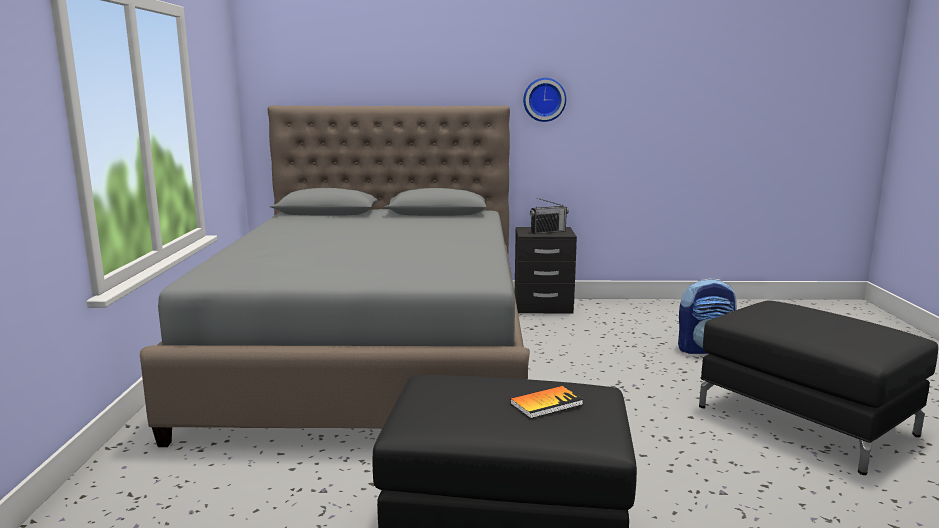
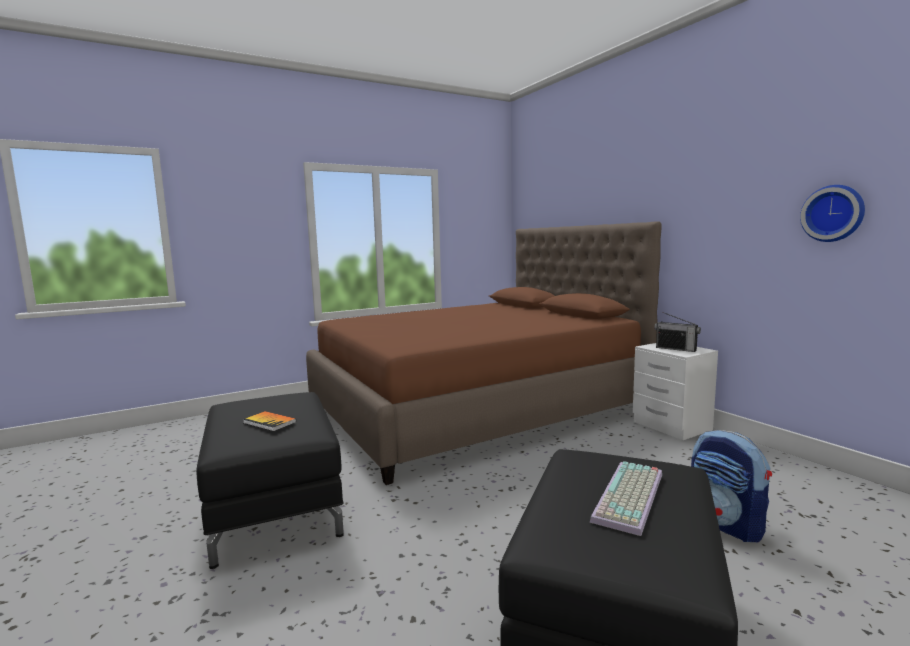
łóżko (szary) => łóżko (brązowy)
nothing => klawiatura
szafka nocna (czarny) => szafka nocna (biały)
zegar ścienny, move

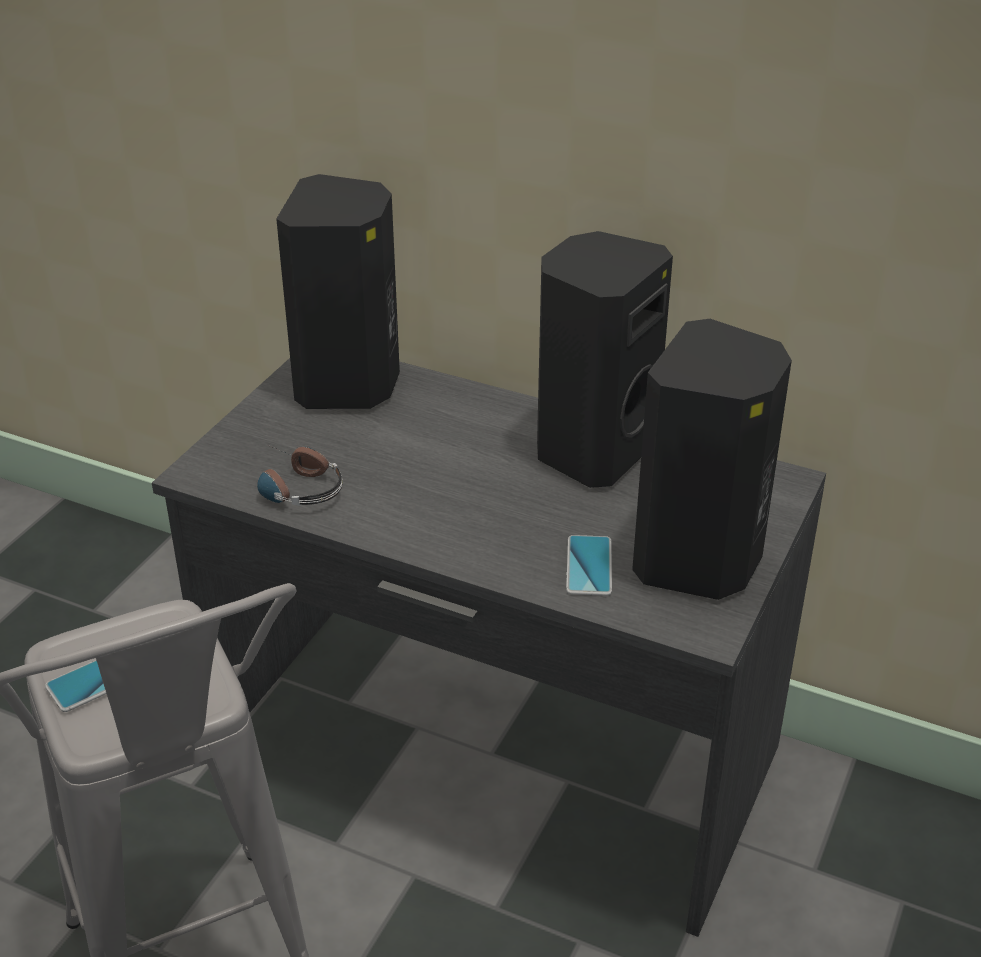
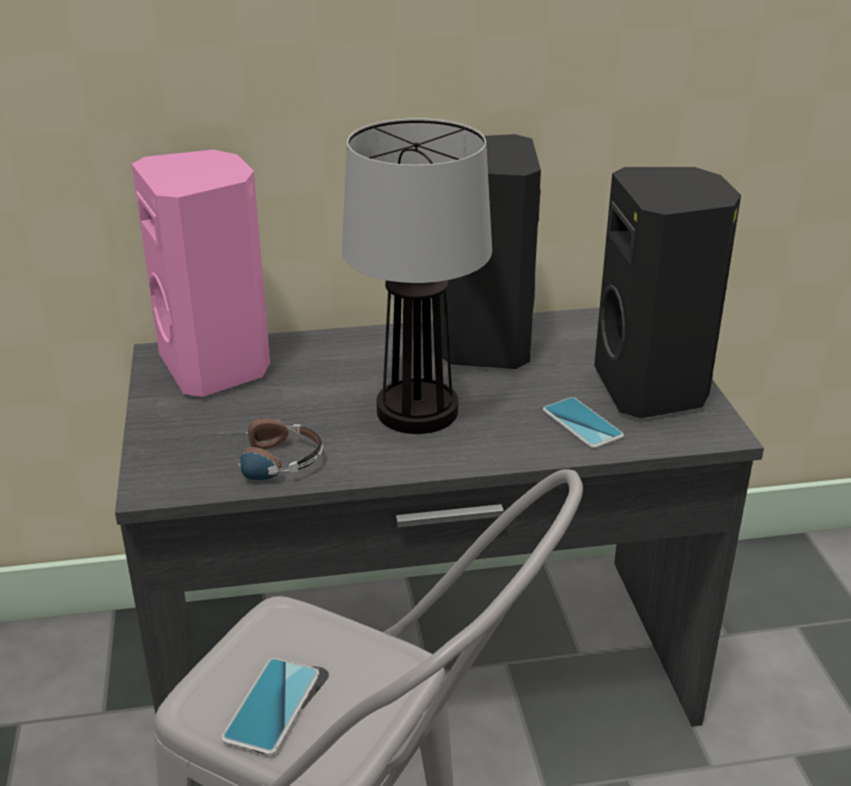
głośnik (czarny) (1st from left) => głośnik (różowy)
nothing => lampa stołowa

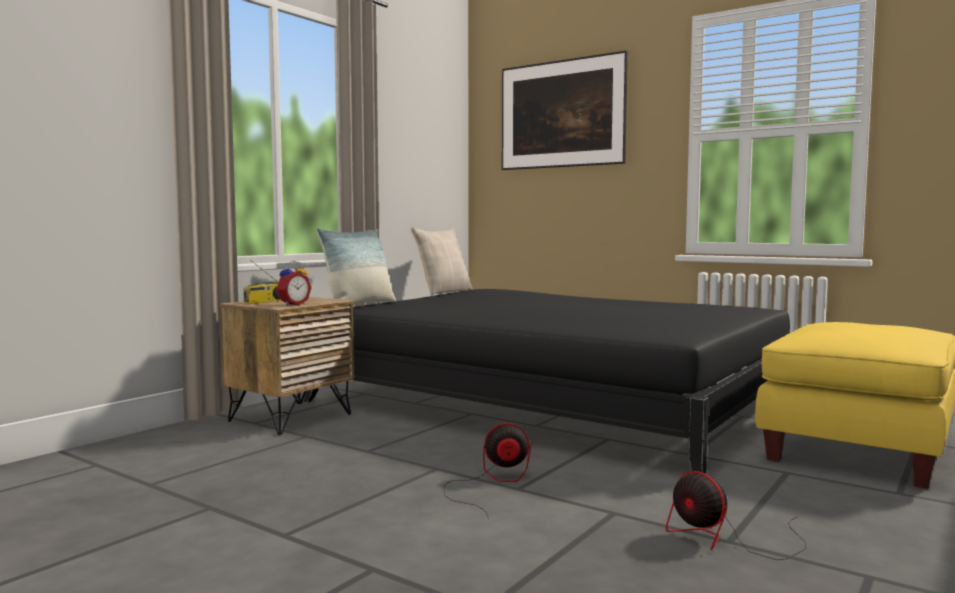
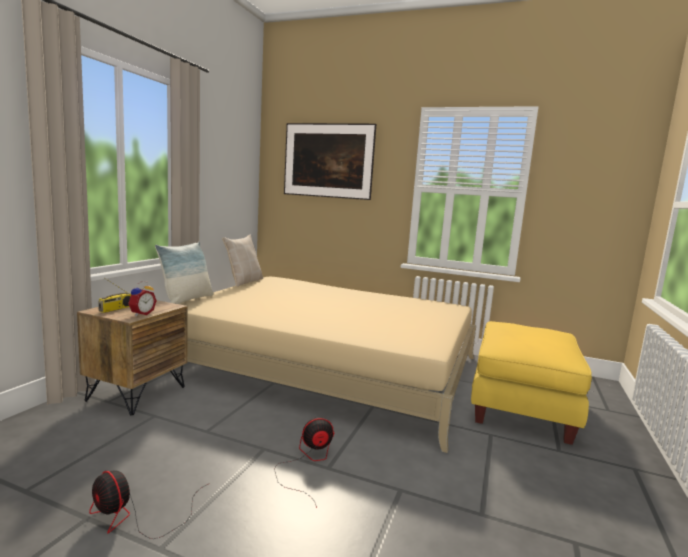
wentylator (2nd from left in the first image) => wentylator (1st from left), move
łóżko (czarny) => łóżko (beżowy)

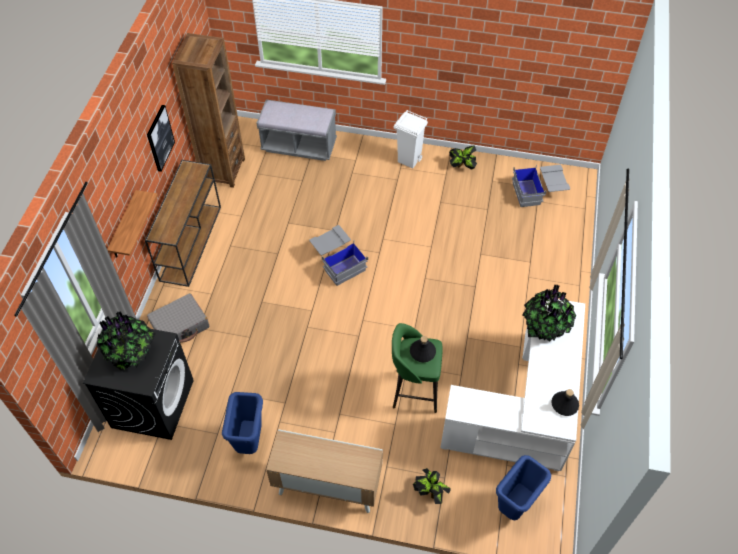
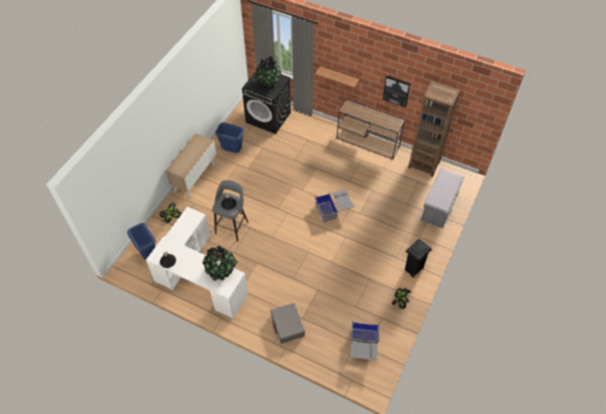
stołek (zielony) => stołek (szary)
walizka (szary), move
kosz na śmieci (biały) => kosz na śmieci (czarny)

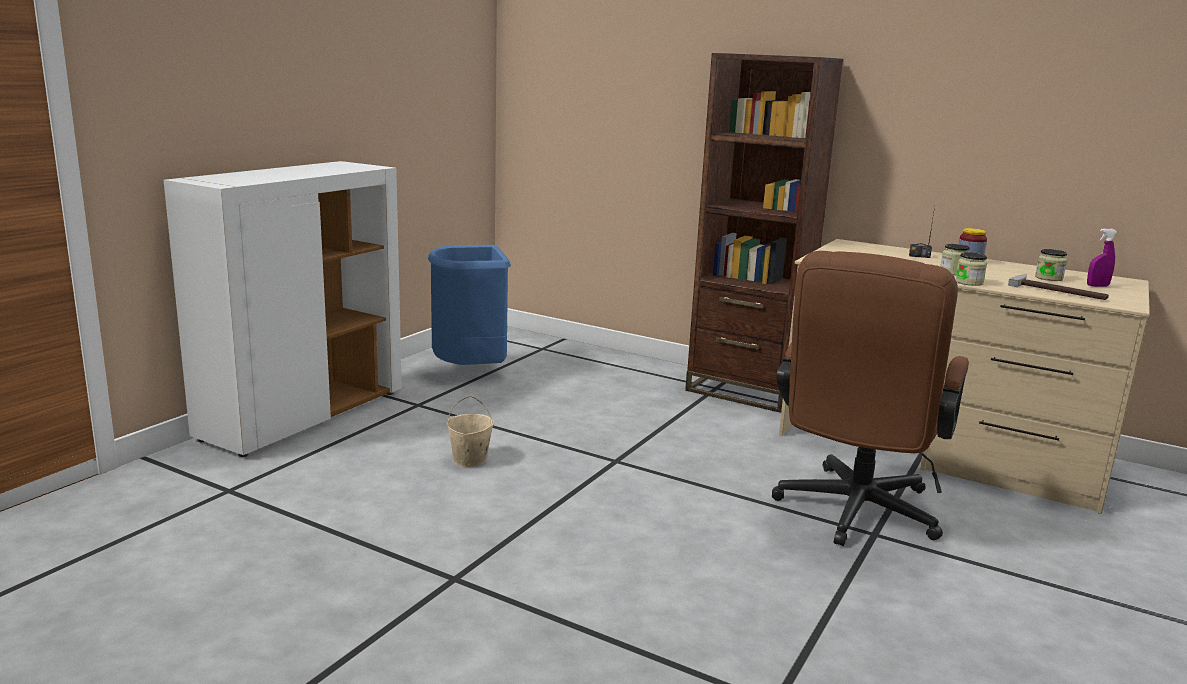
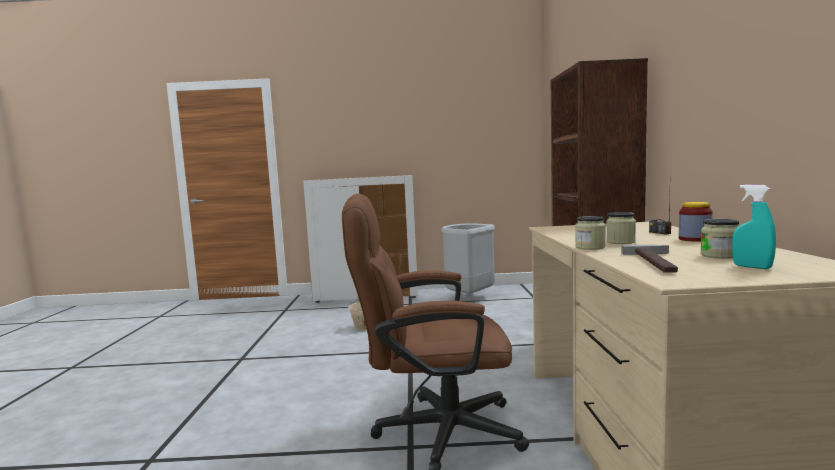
kosz na śmieci (niebieski) => kosz na śmieci (szary)
spryskiwacz (fioletowy) => spryskiwacz (turkusowy)

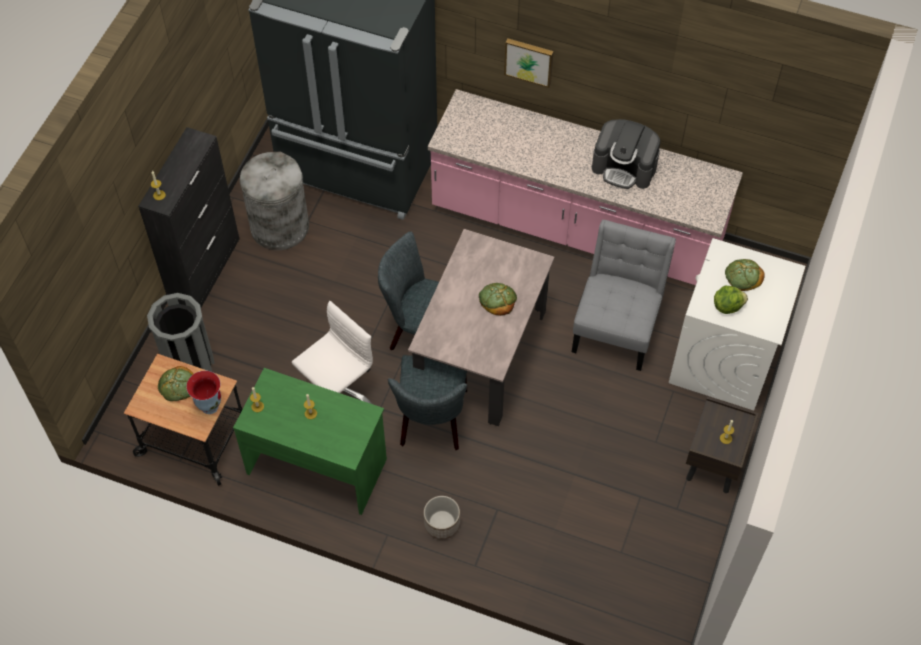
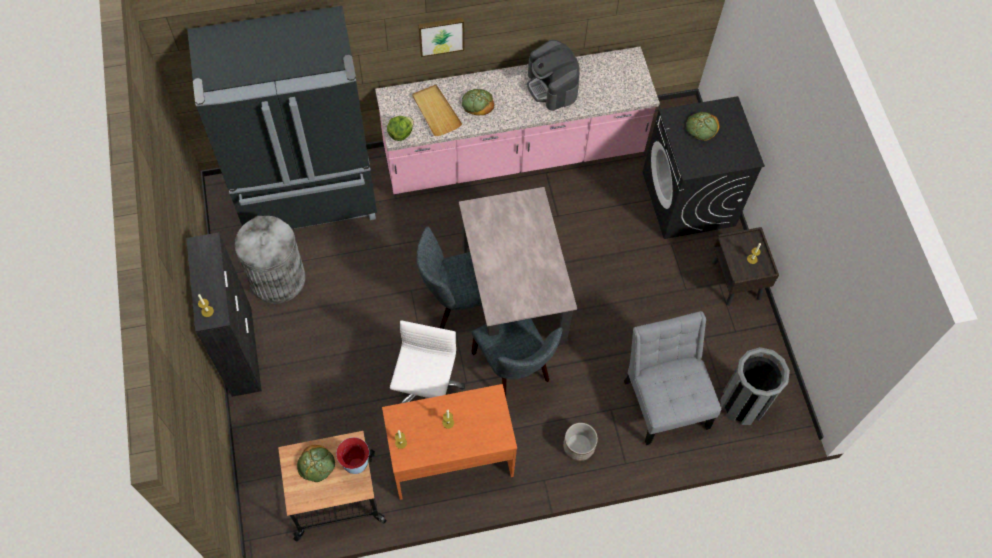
biurko (zielony) => biurko (pomarańczowy)
sałata, move
nothing => taca (beżowy)
chleb (2nd from left), move
ekspres do kawy, 75 degrees clockwise
krzesło (szary) (3rd from left), move
pralka (biały) => pralka (czarny)
kosz na śmieci (szary) (1st from left in the first image) => kosz na śmieci (szary) (2nd from left), move

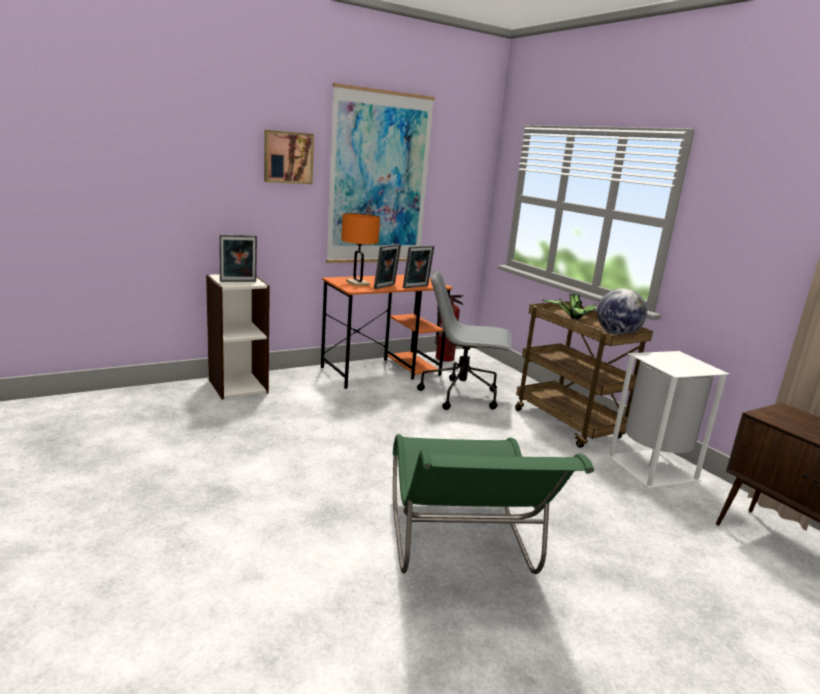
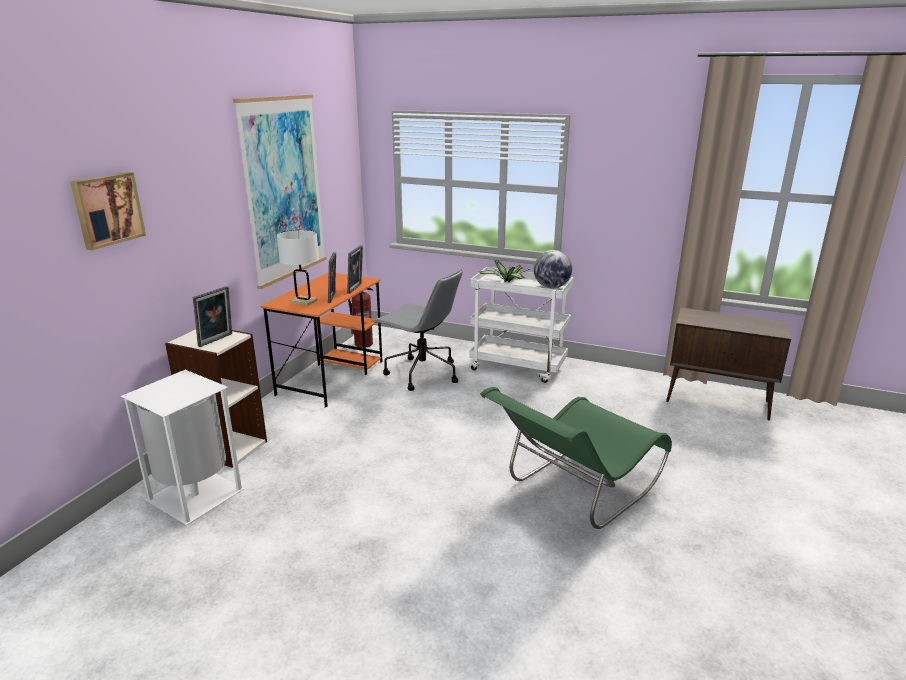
obraz (1st from left), move
kosz na śmieci (biały), move
lampa stołowa (pomarańczowy) => lampa stołowa (biały)
krzesło biurowe (szary), 120 degrees counterclockwise
wózek (brązowy) => wózek (biały)
krzesło (zielony), 90 degrees clockwise

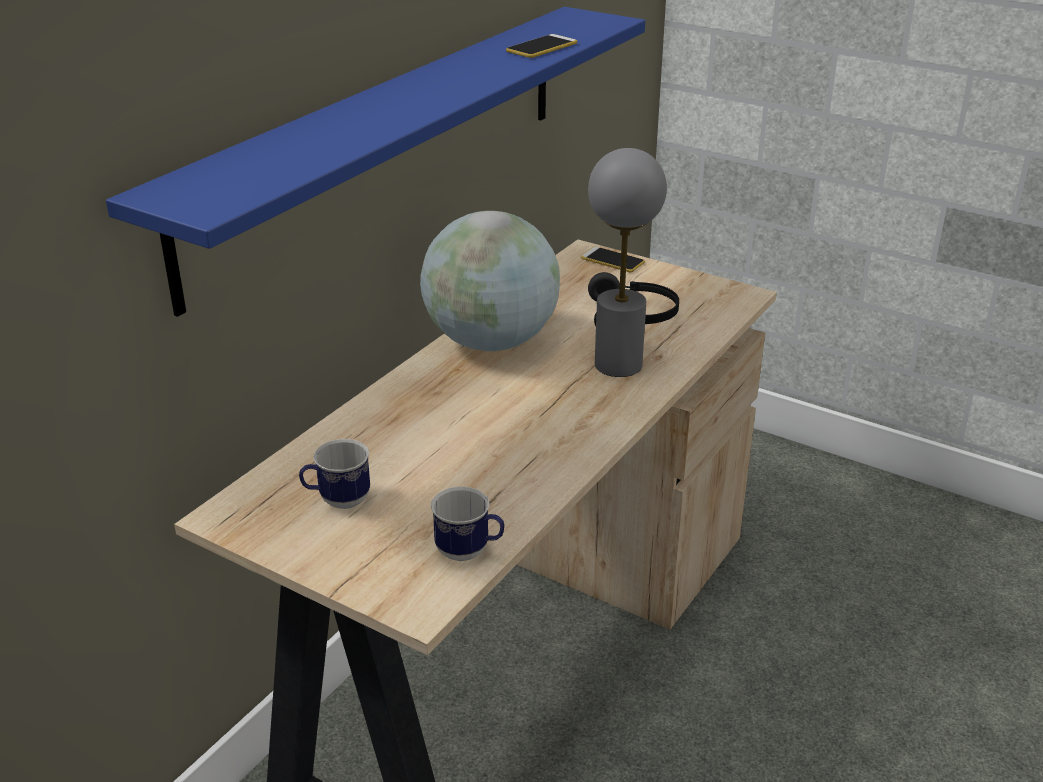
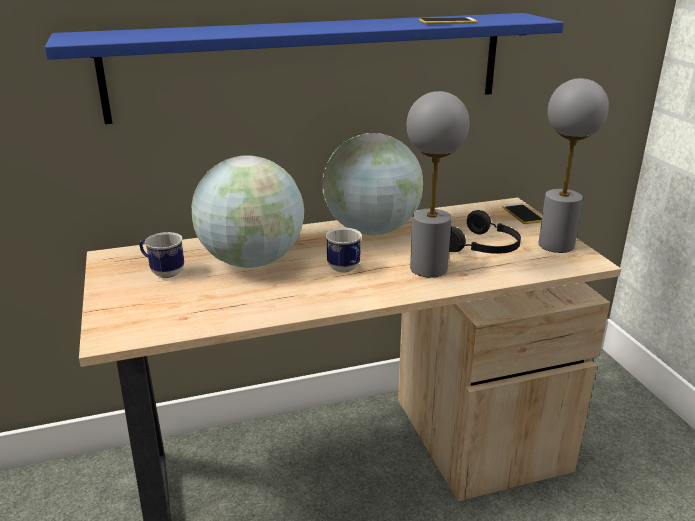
nothing => globus (1st from left)
kubek (2nd from left), move
nothing => lampa stołowa (szary) (2nd from left)

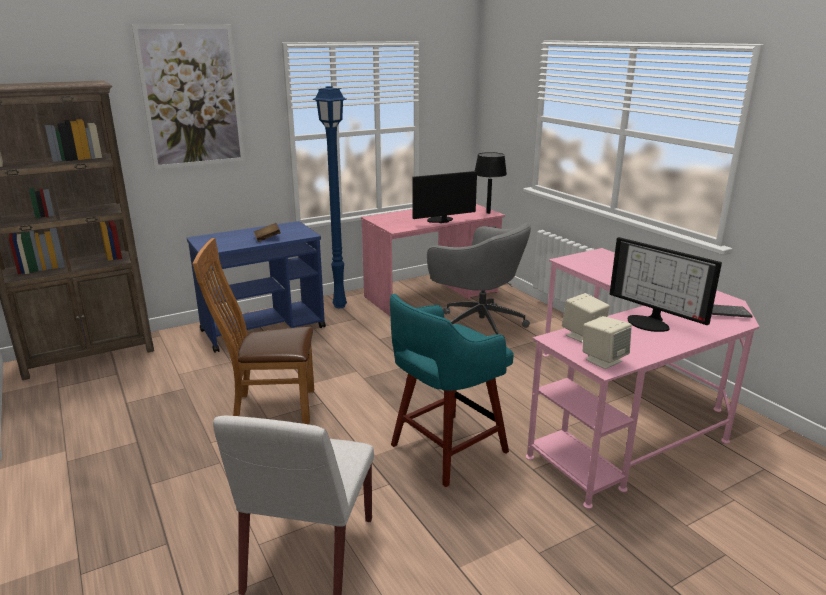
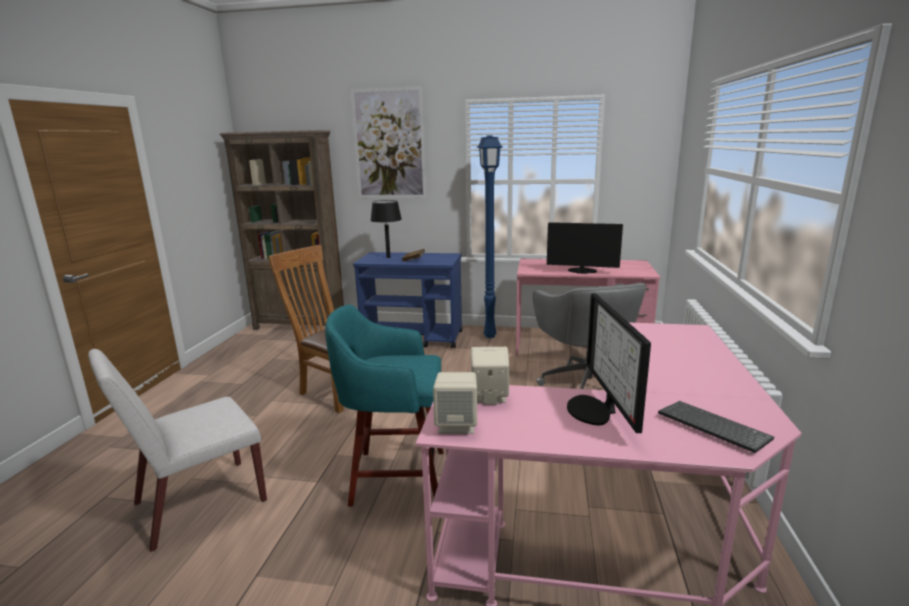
lampa stołowa (czarny), move

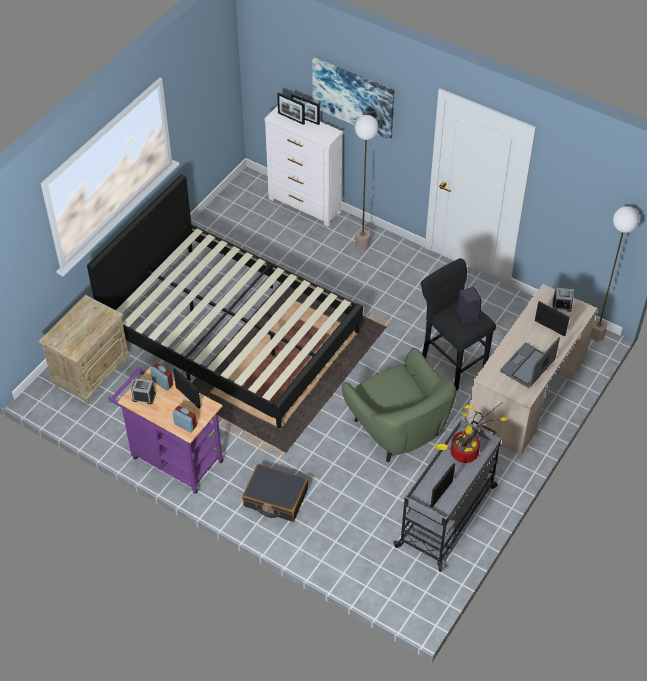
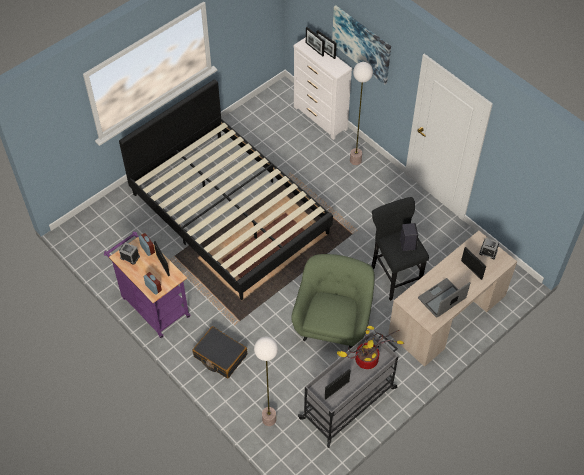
lampa stojąca (2nd from left in the first image) => lampa stojąca (1st from left), move
fotel (zielony), 150 degrees counterclockwise
szafka nocna (beżowy) => nothing

